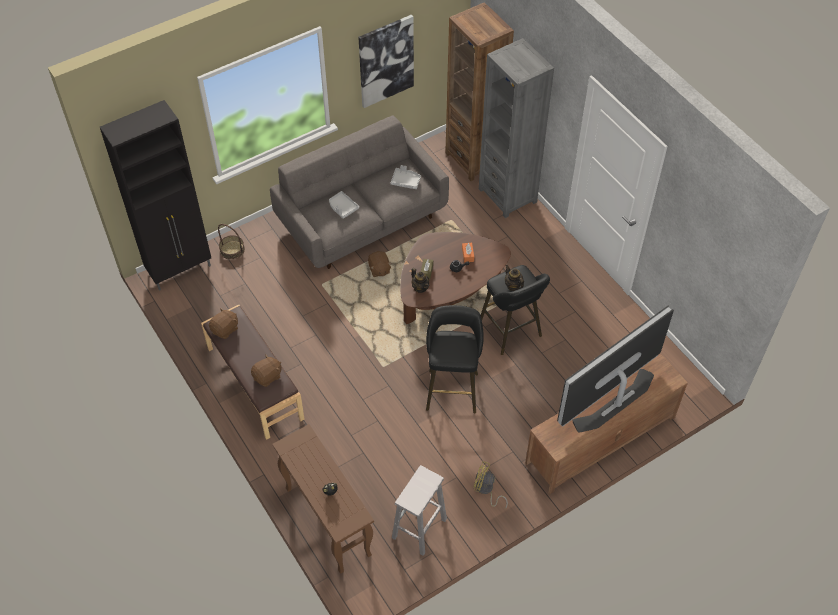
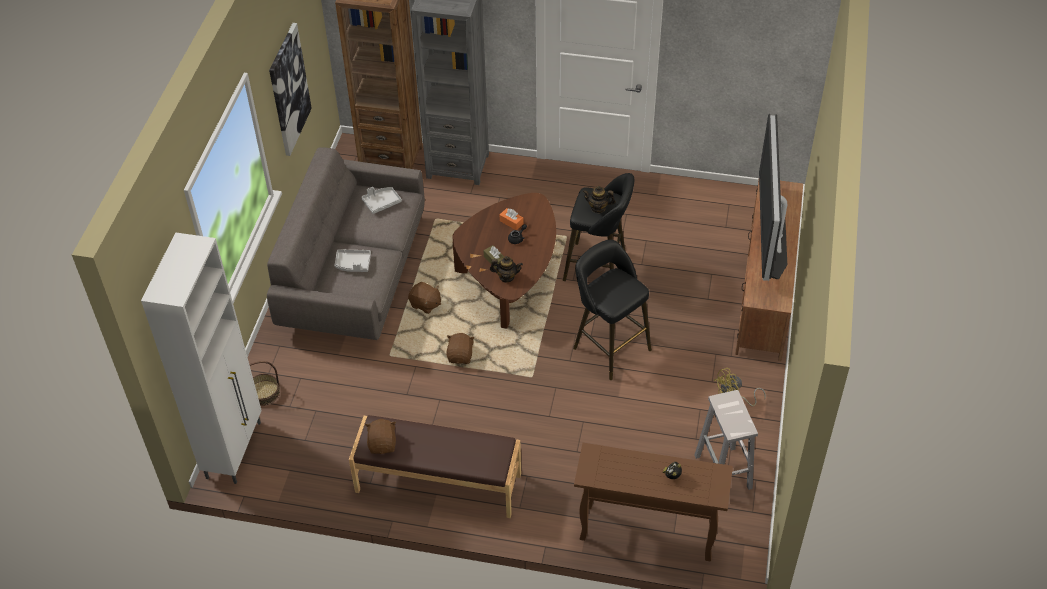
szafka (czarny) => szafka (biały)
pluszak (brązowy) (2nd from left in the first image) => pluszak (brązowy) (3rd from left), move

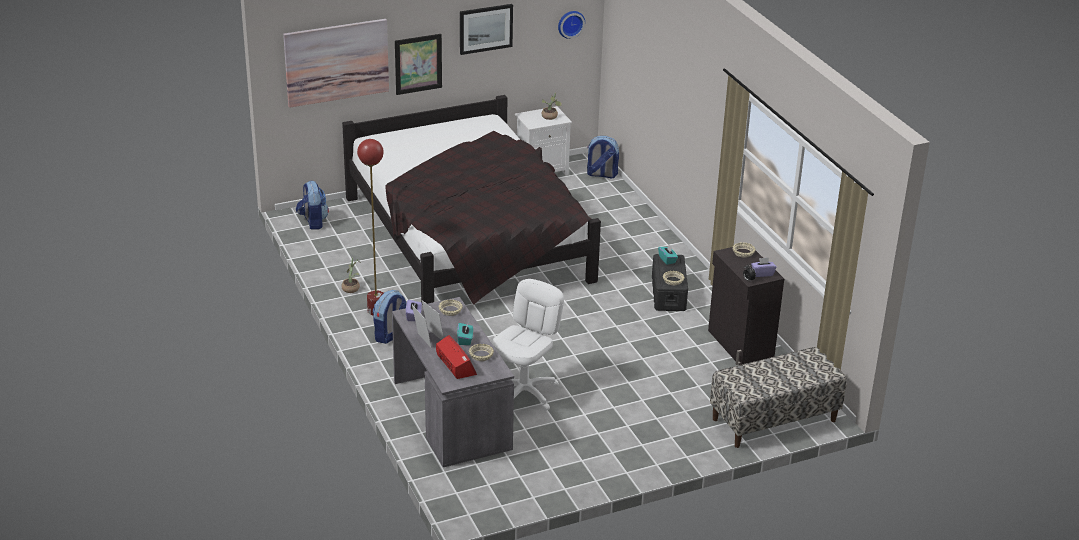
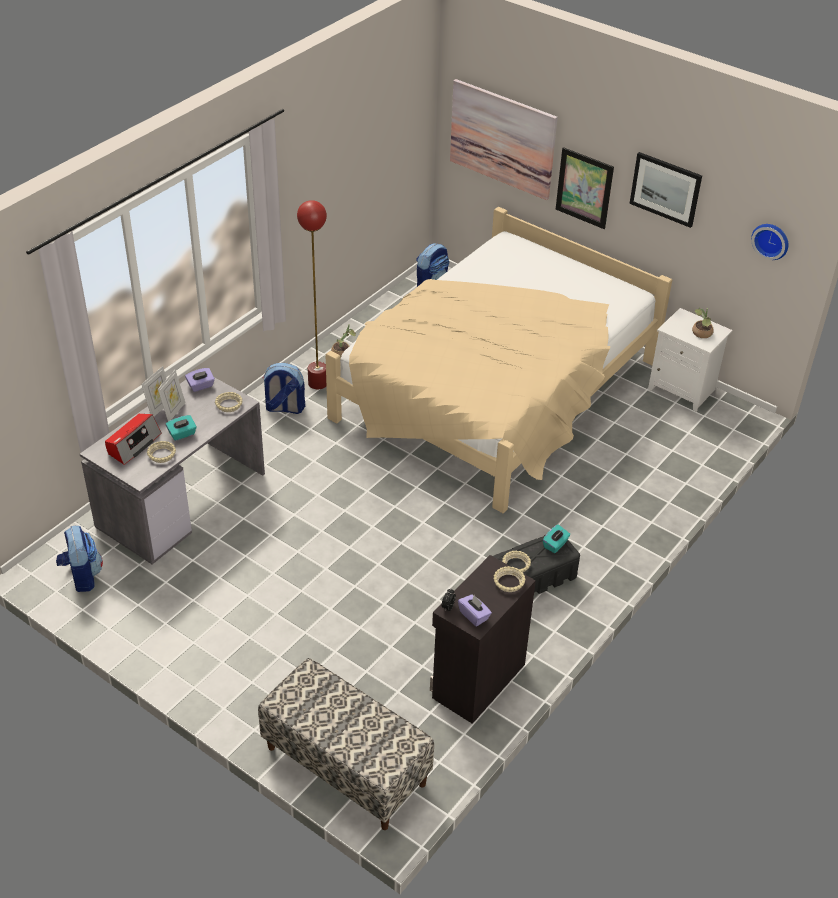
plecak (3rd from left in the first image) => plecak (1st from left), move
łóżko (czarny) => łóżko (beżowy)
krzesło biurowe (biały) => nothing

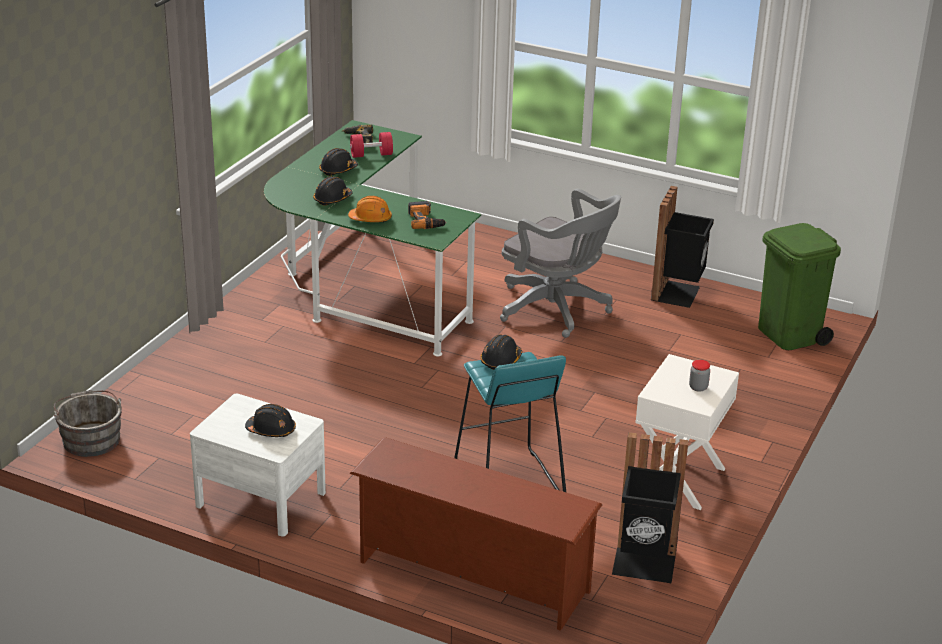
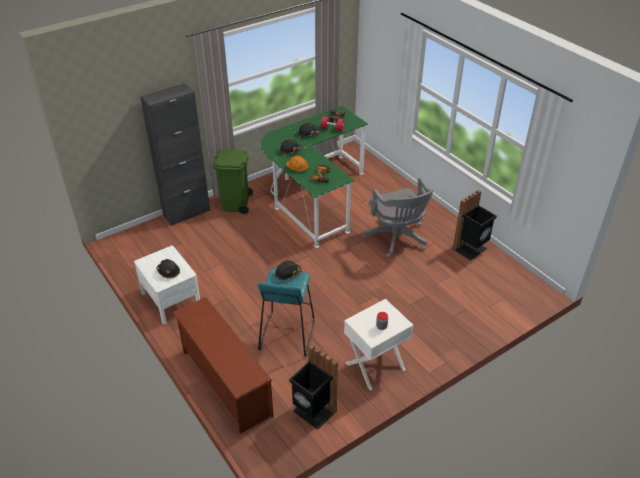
nothing => szafka (czarny)
kosz na śmieci (zielony), move
wiadro (szary) => nothing

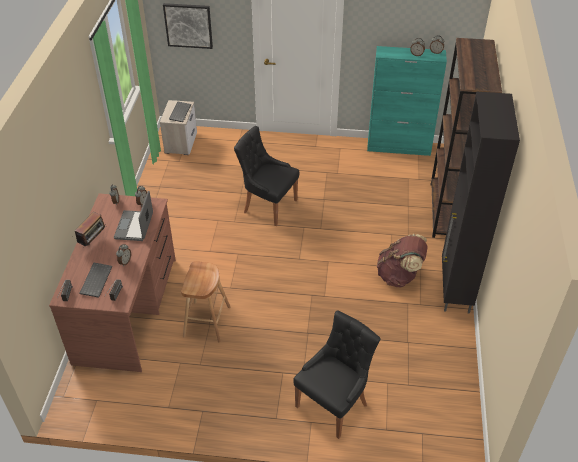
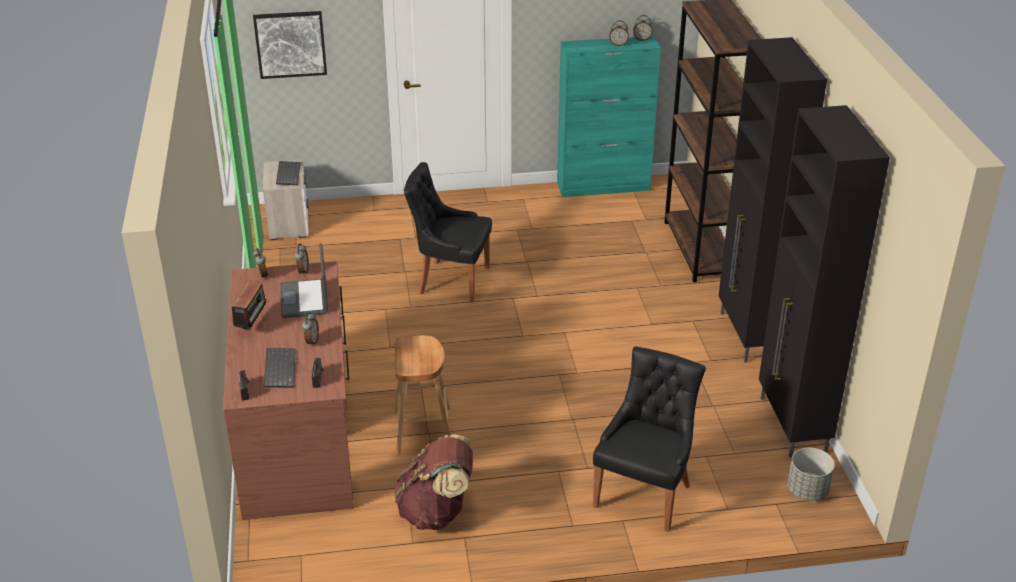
plecak (brązowy), move
nothing => szafka (czarny) (2nd from left)
nothing => donica (szary)

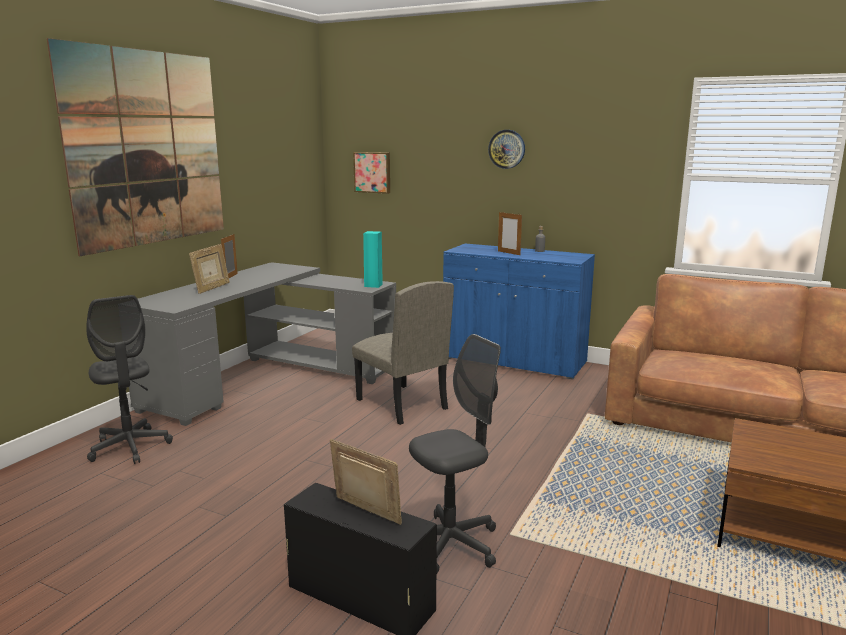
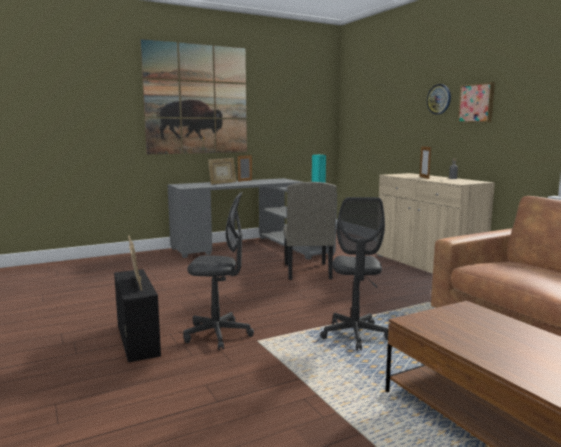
krzesło biurowe (szary) (1st from left in the first image) => krzesło biurowe (szary) (2nd from left), move
szafka (niebieski) => szafka (beżowy)
obraz (2nd from left), move

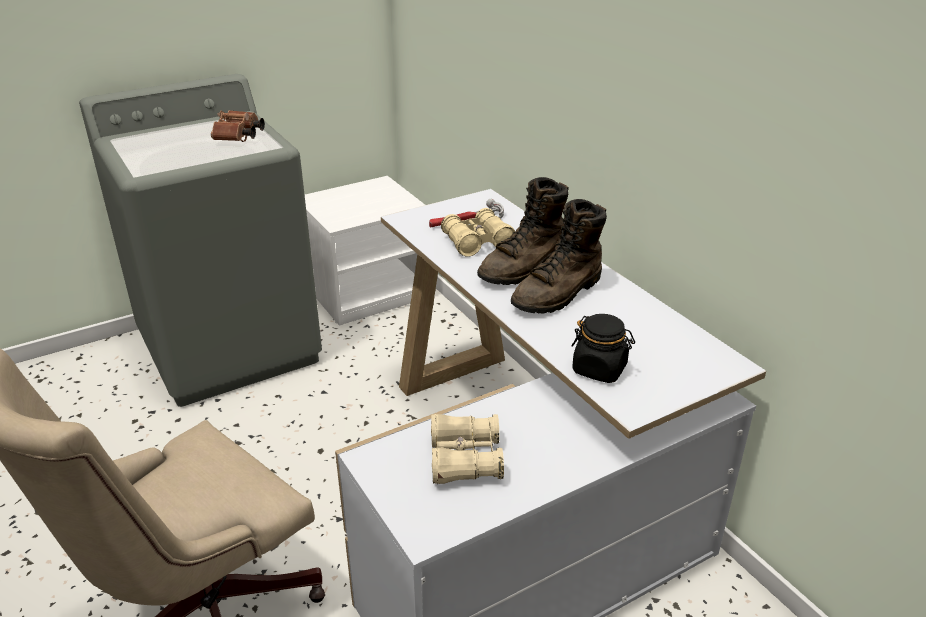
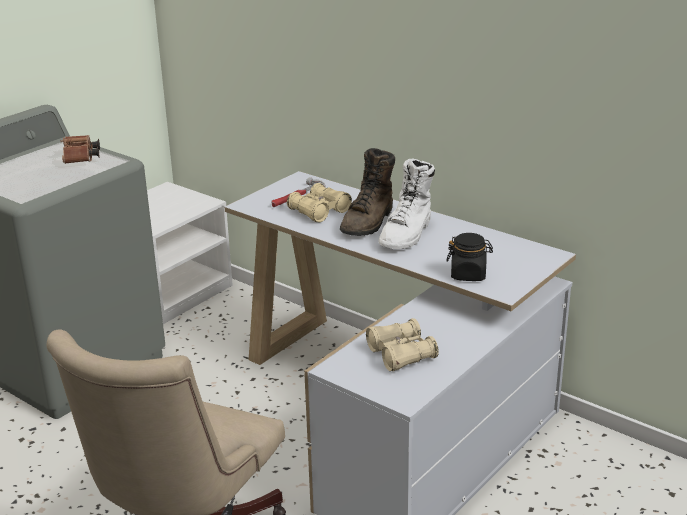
but z cholewką (brązowy) (2nd from left) => but z cholewką (biały)

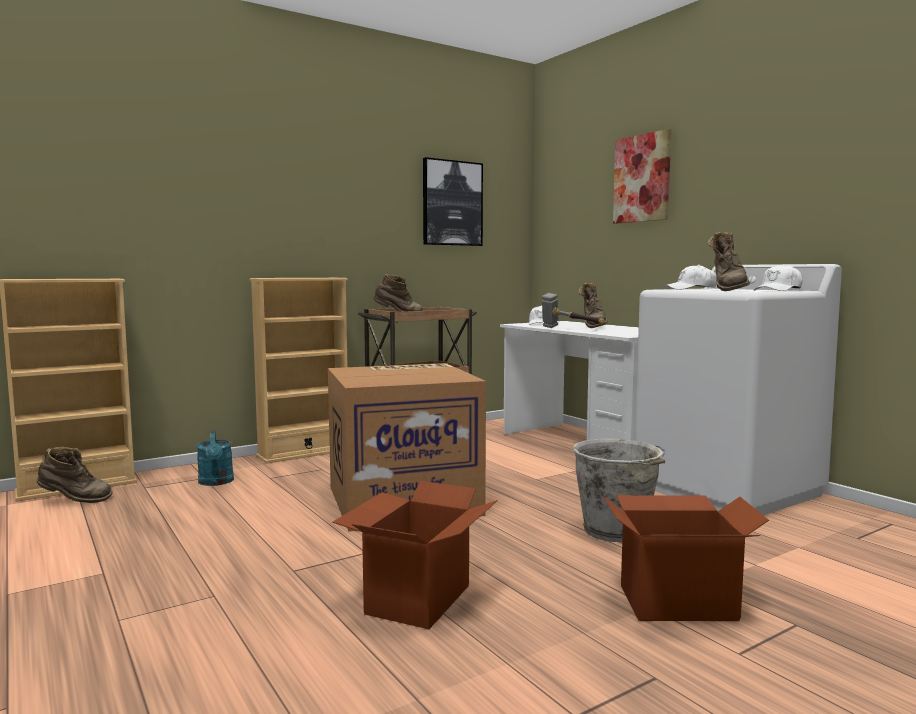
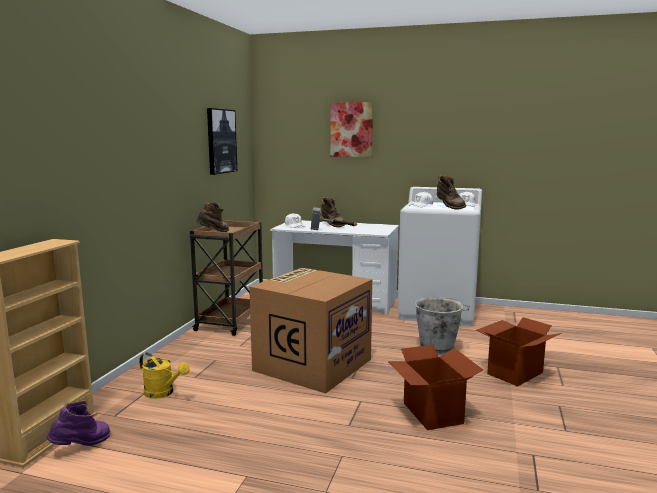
but z cholewką (brązowy) (1st from left) => but z cholewką (fioletowy)
konewka (turkusowy) => konewka (żółty)
regał (beżowy) (2nd from left) => nothing

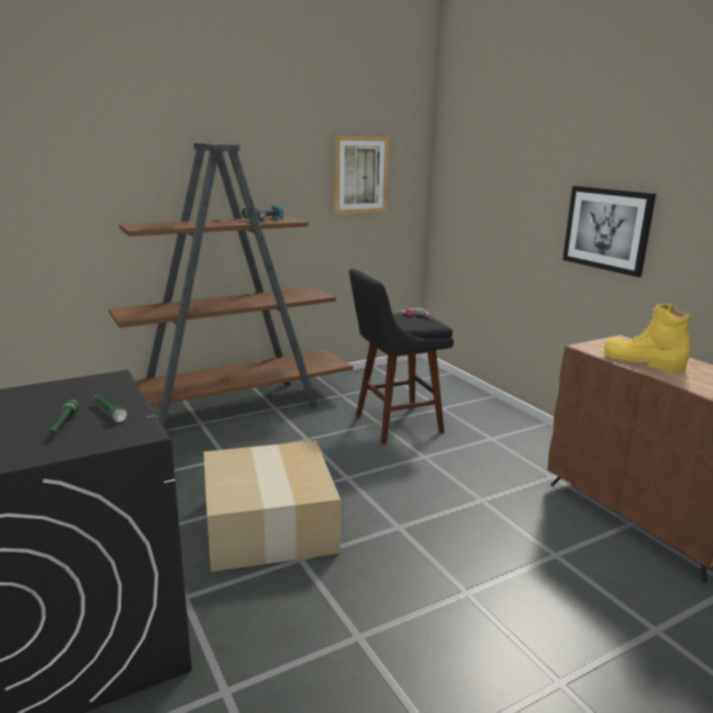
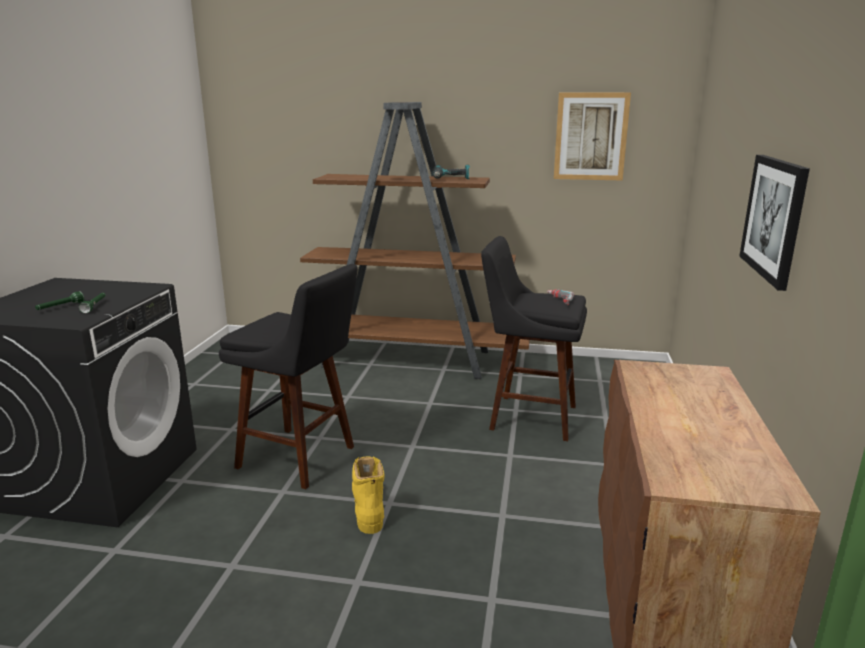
karton => stołek (czarny) (1st from left)
but z cholewką (żółty), move

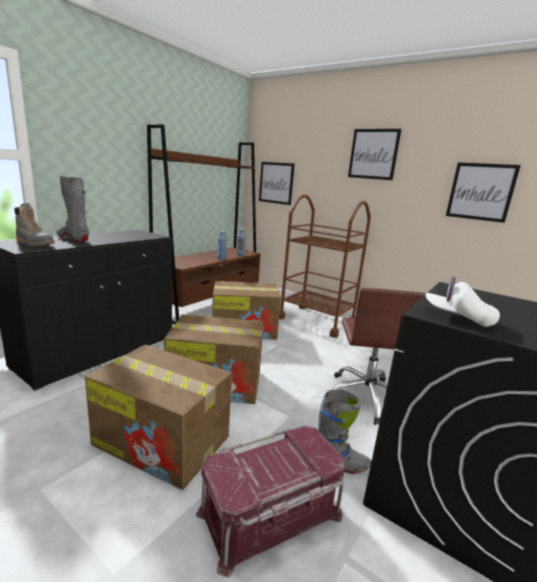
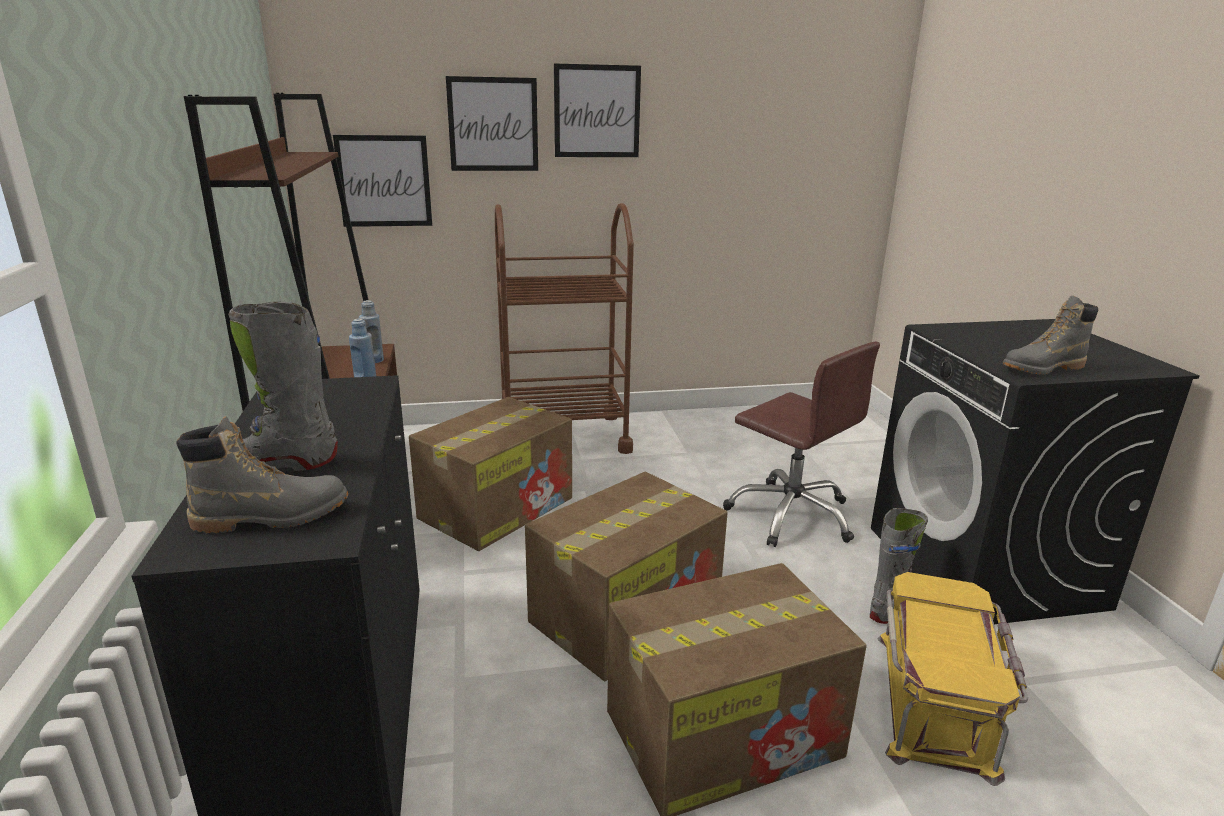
obraz (3rd from left in the first image) => obraz (2nd from left), move
pojemnik do przechowywania (czerwony) => pojemnik do przechowywania (żółty)
czapka z daszkiem (biały) => but z cholewką (szary) (4th from left)

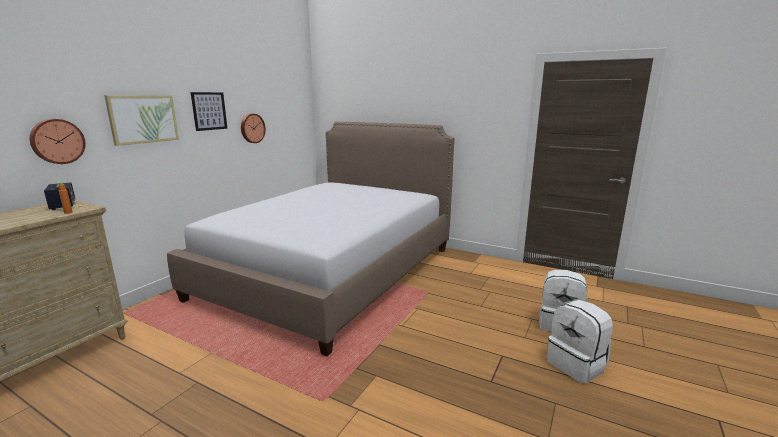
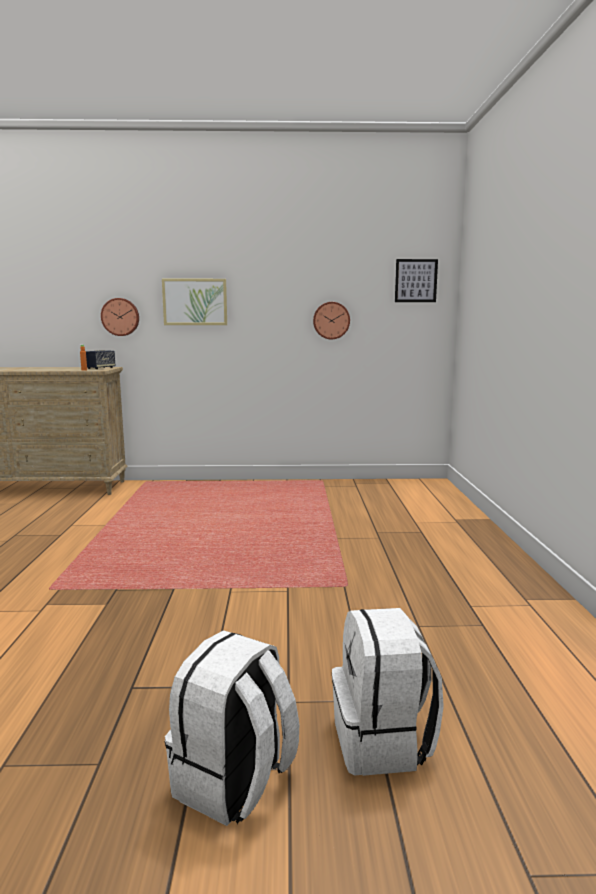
obraz (2nd from left), move
łóżko => nothing

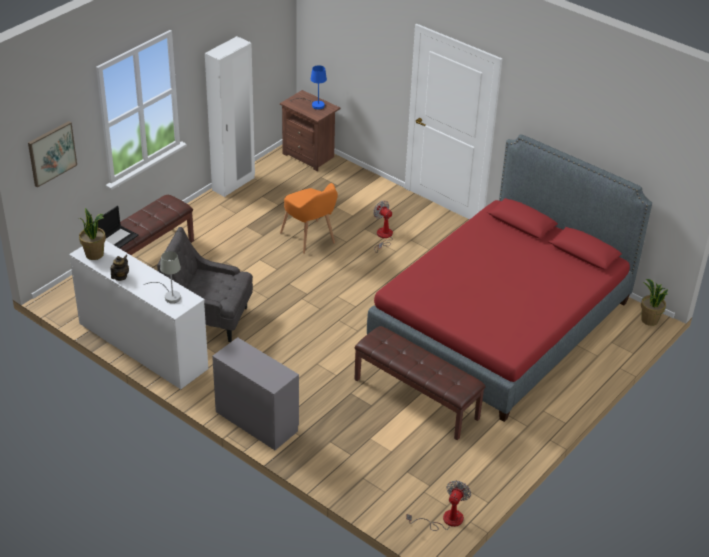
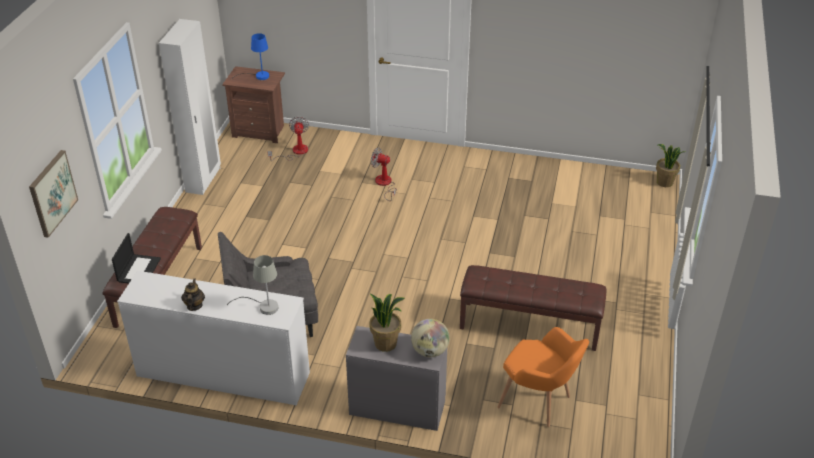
wentylator (2nd from left in the first image) => wentylator (1st from left), move
roślina doniczkowa (1st from left), move
nothing => globus
fotel (pomarańczowy), move
łóżko (czerwony) => nothing

